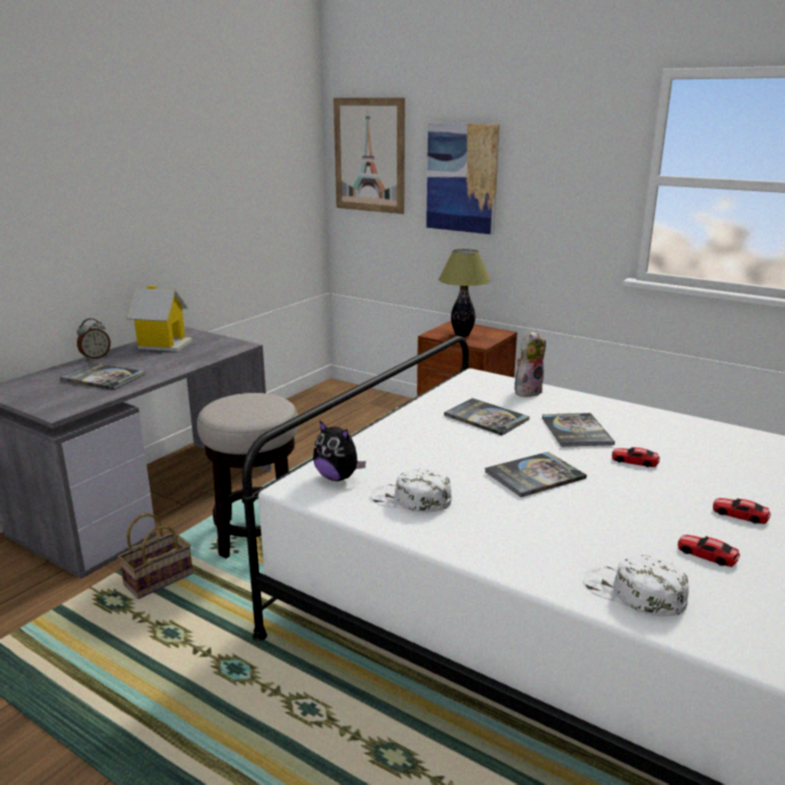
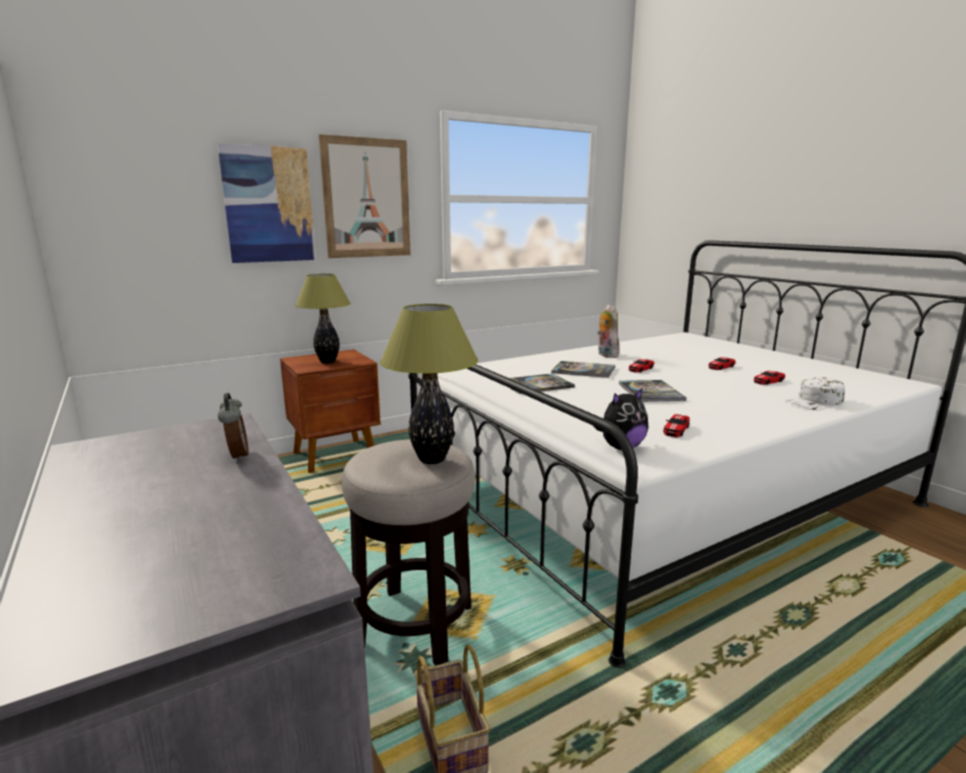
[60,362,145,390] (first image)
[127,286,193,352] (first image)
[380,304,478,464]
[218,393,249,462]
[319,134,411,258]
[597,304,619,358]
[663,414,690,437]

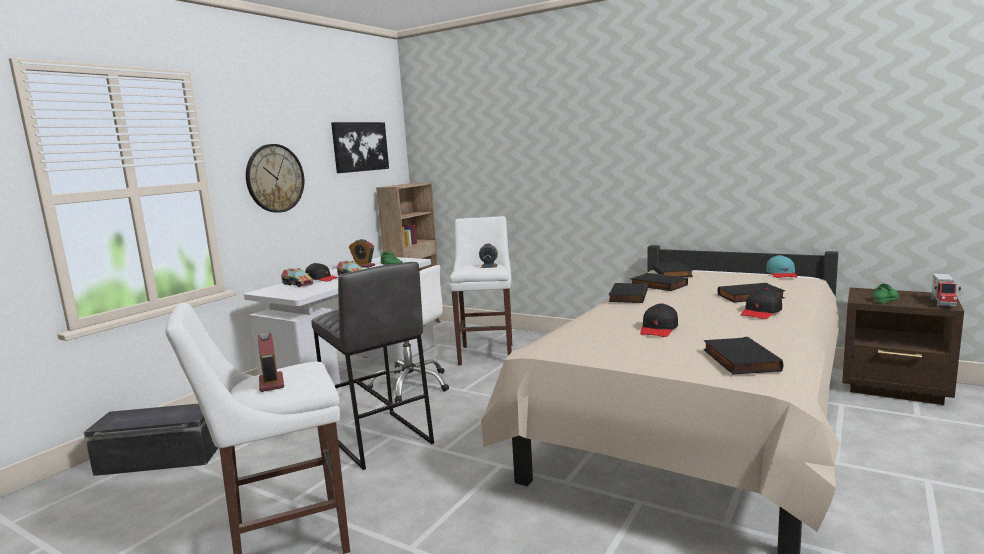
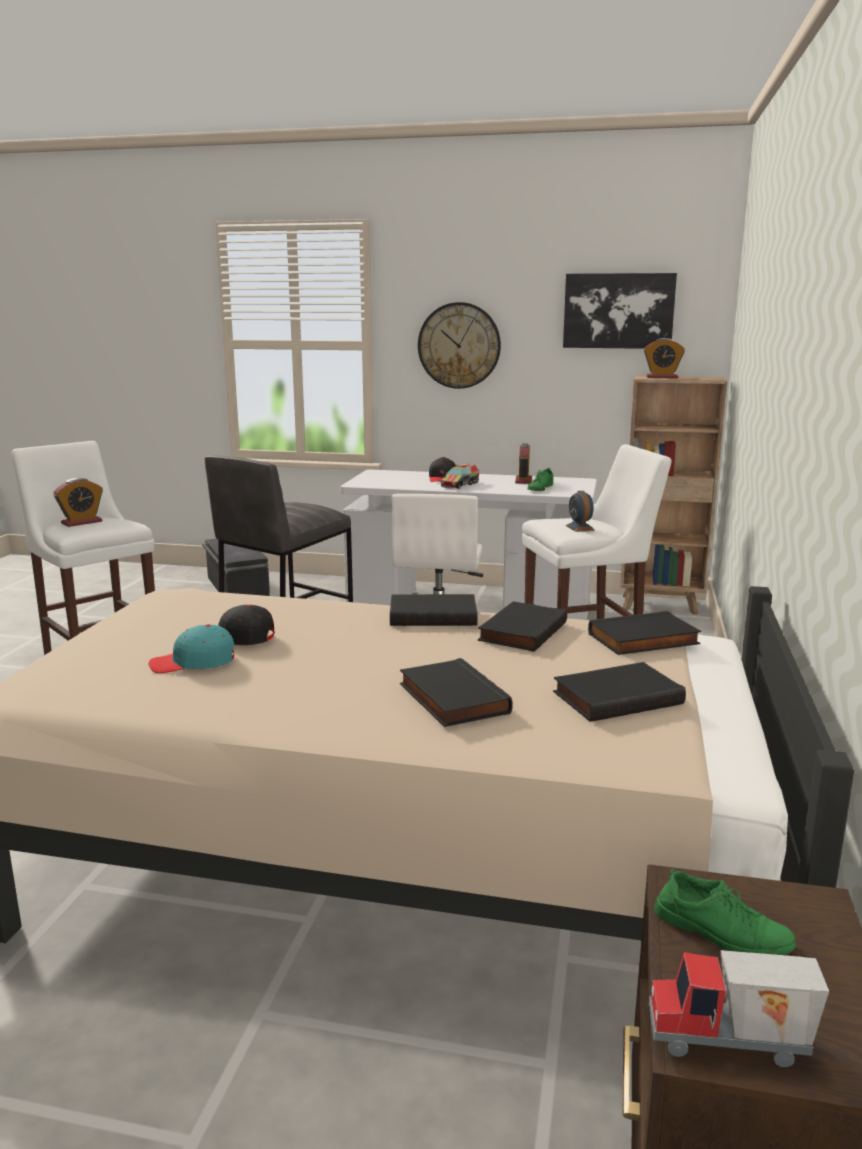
[281,268,314,287] (first image)
[741,288,782,319] (first image)
[644,338,685,378]
[553,662,686,722]
[149,624,234,673]

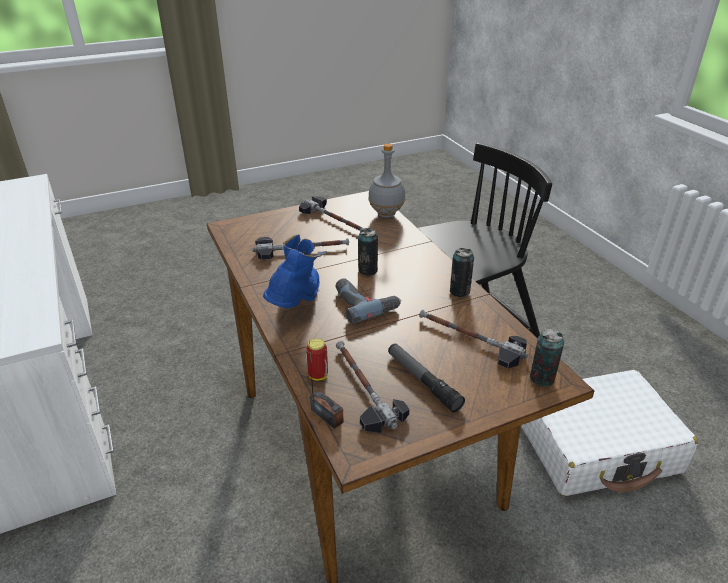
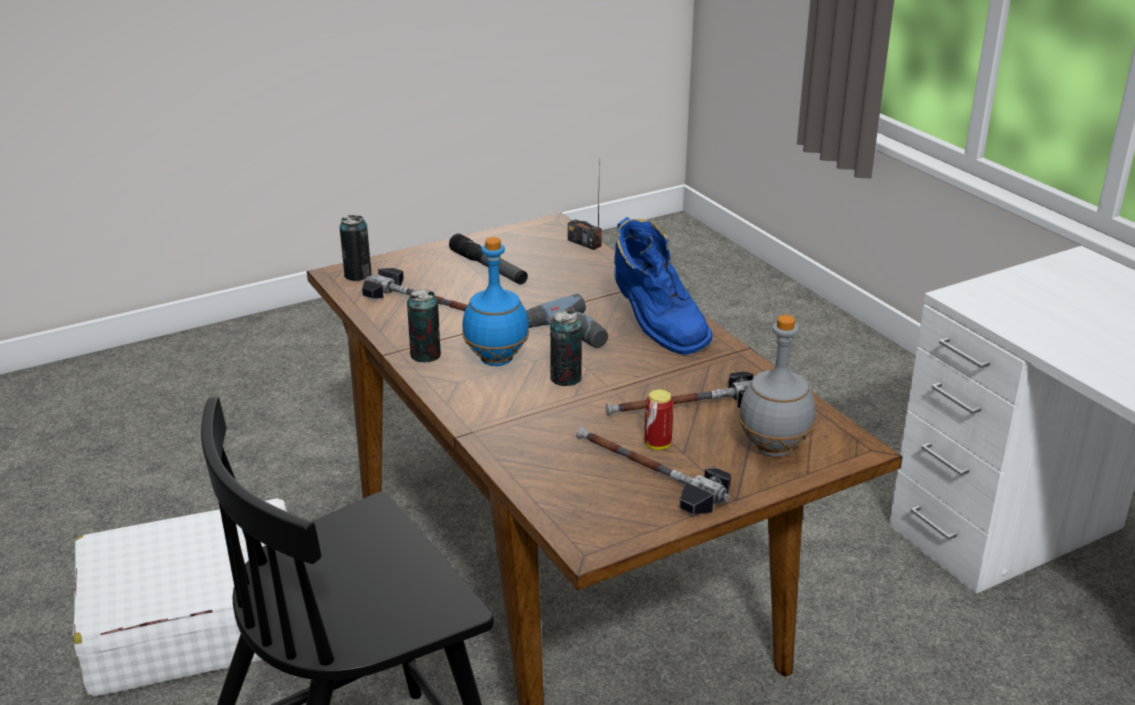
[336,341,410,433] (first image)
[462,237,529,366]
[644,390,674,450]
[739,315,815,456]
[614,217,712,355]

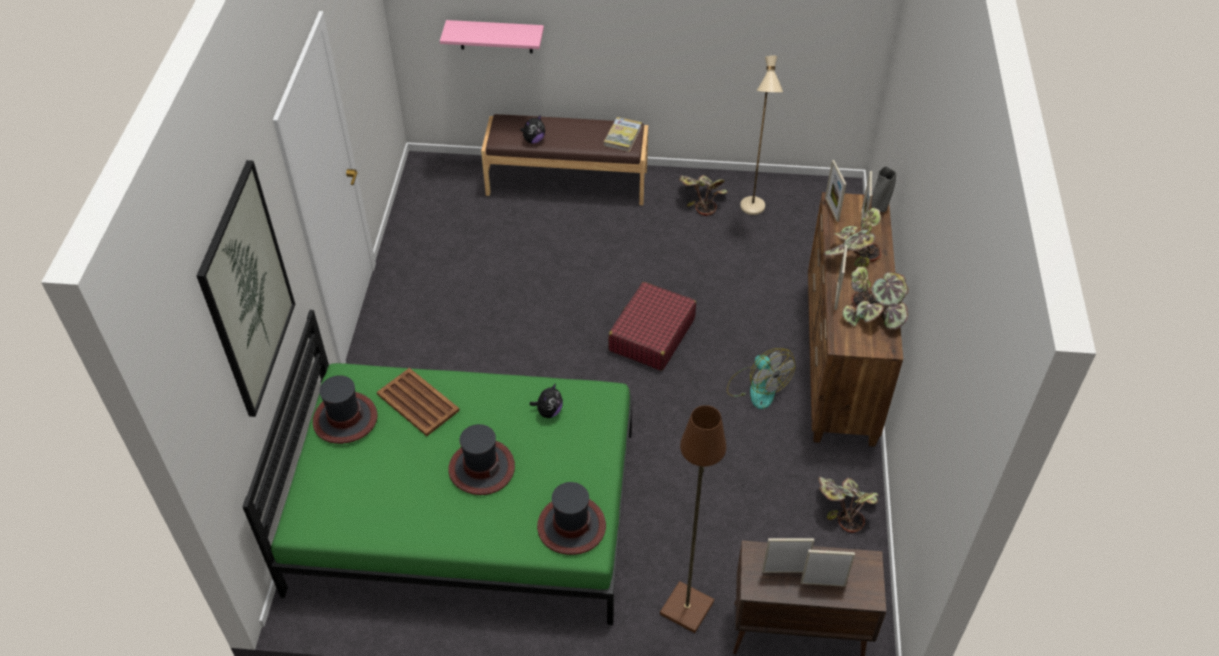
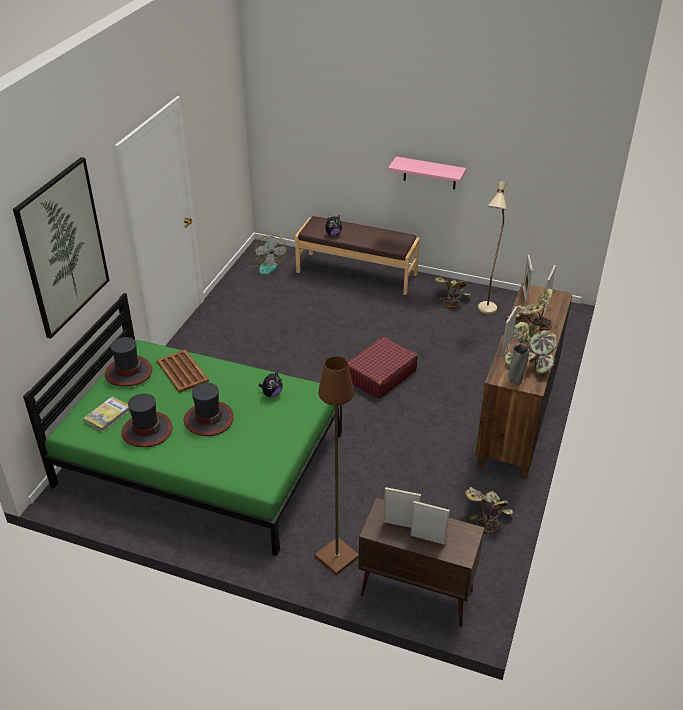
[388,157,466,189]
[121,393,172,447]
[84,396,130,432]
[248,234,287,275]
[508,344,529,384]

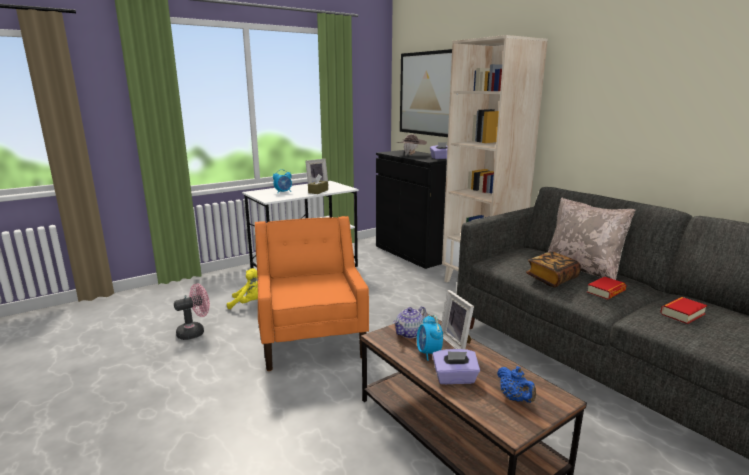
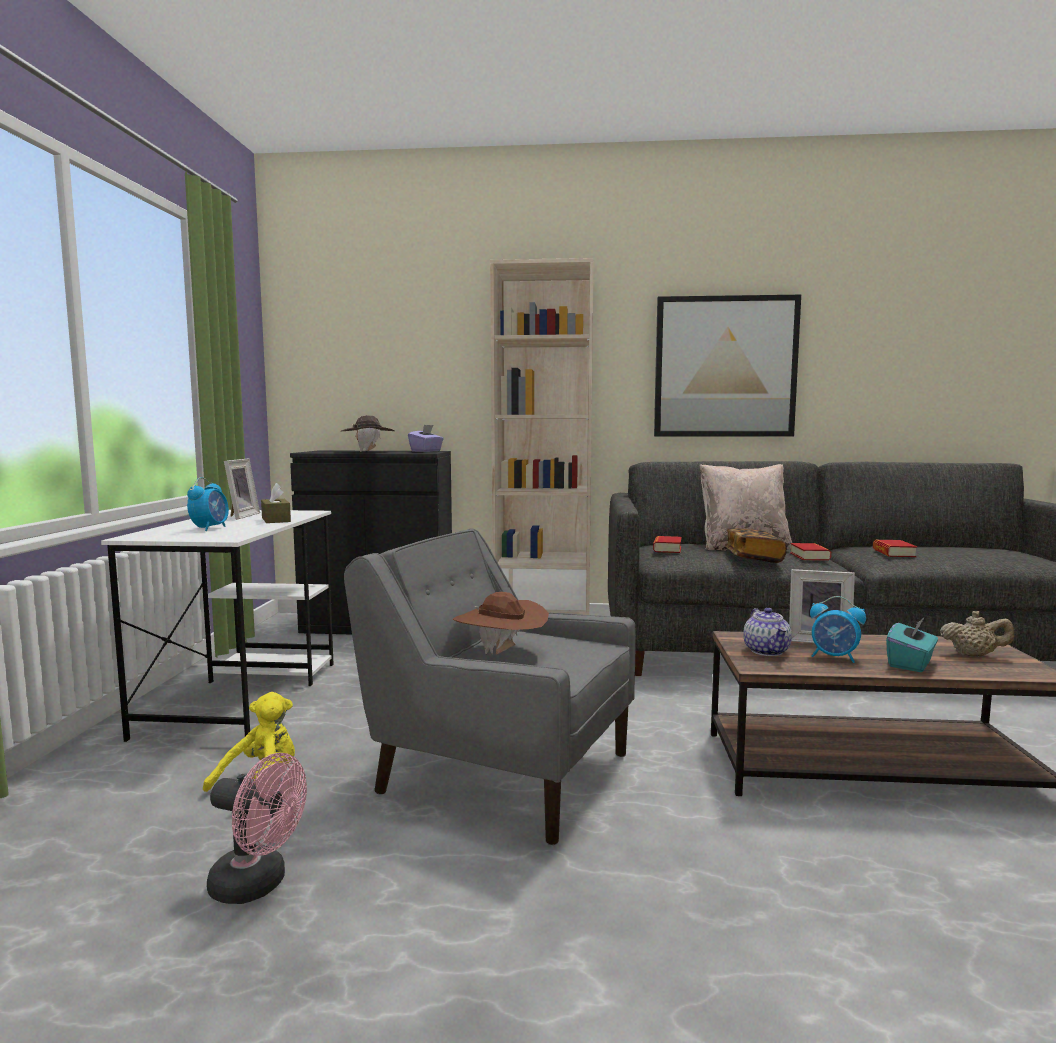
[453,592,549,654]
[653,536,682,553]
[654,295,801,437]
[344,528,636,845]
[886,617,938,672]
[940,611,1014,657]
[207,753,307,904]

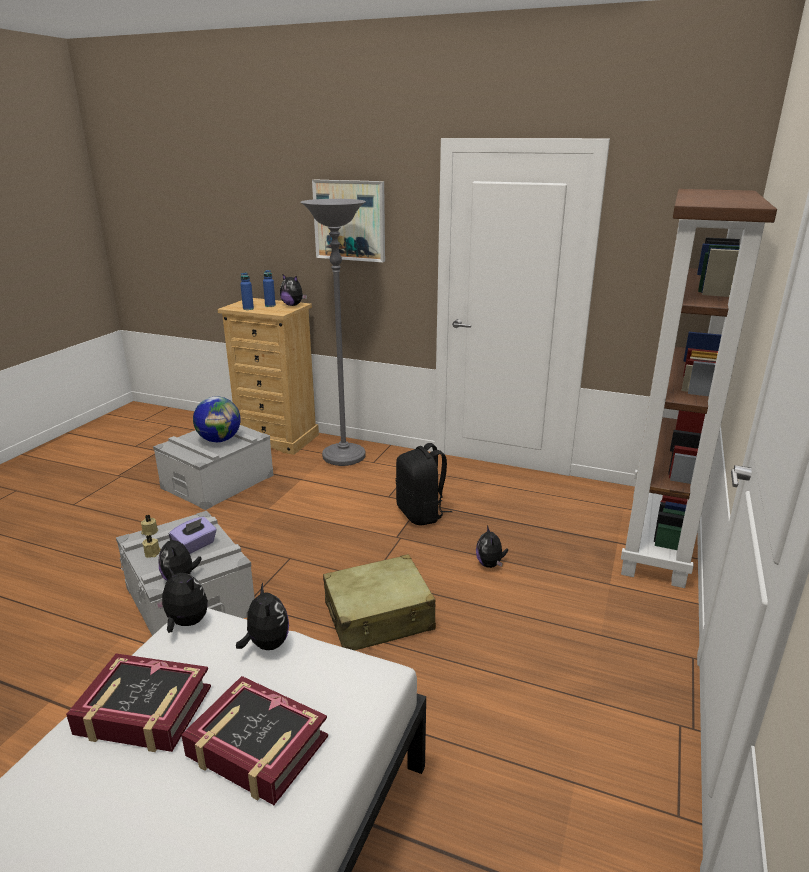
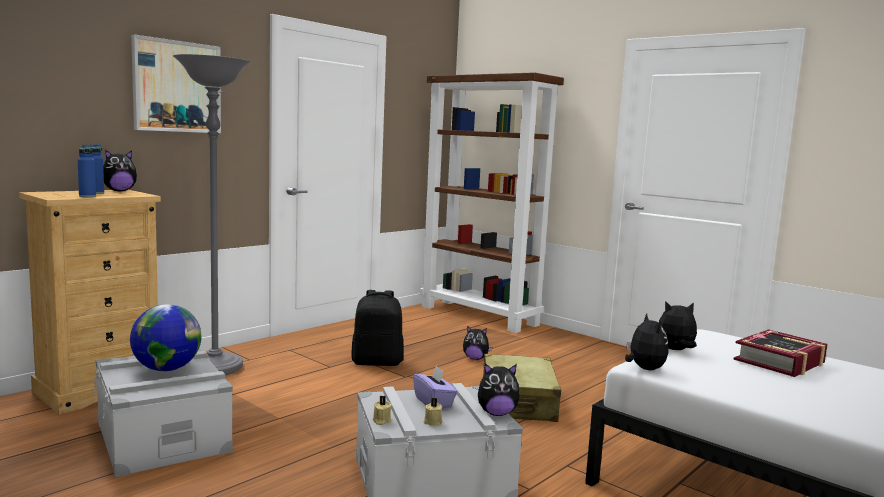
[66,654,211,752] (first image)
[625,313,669,370]

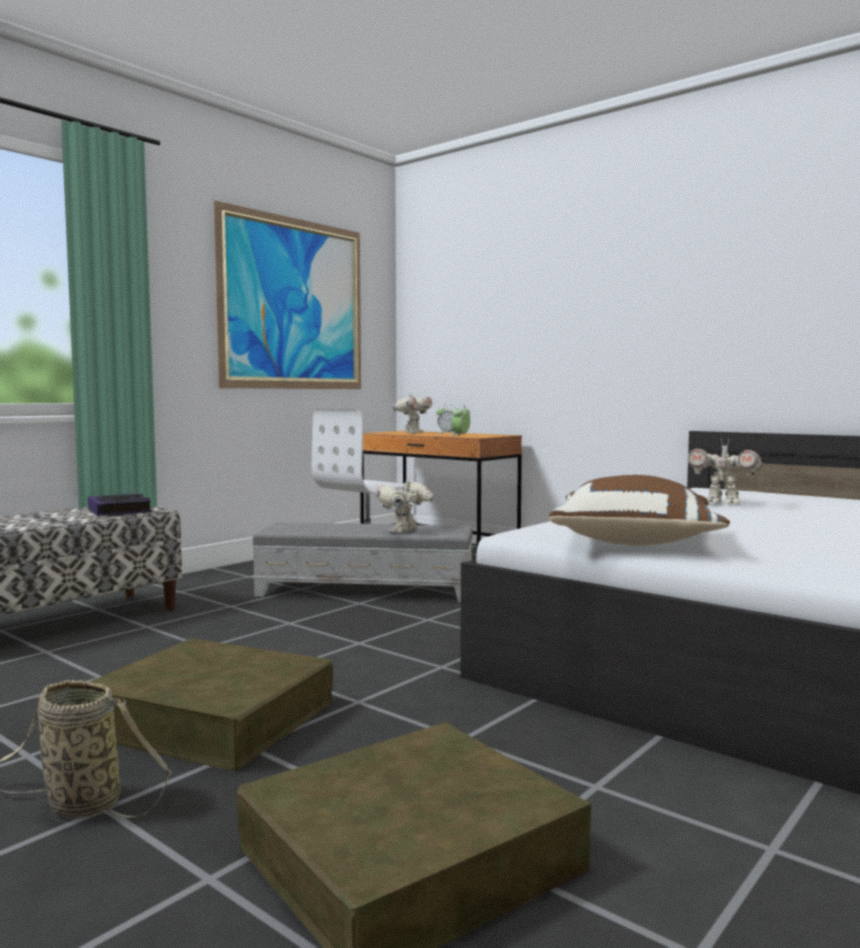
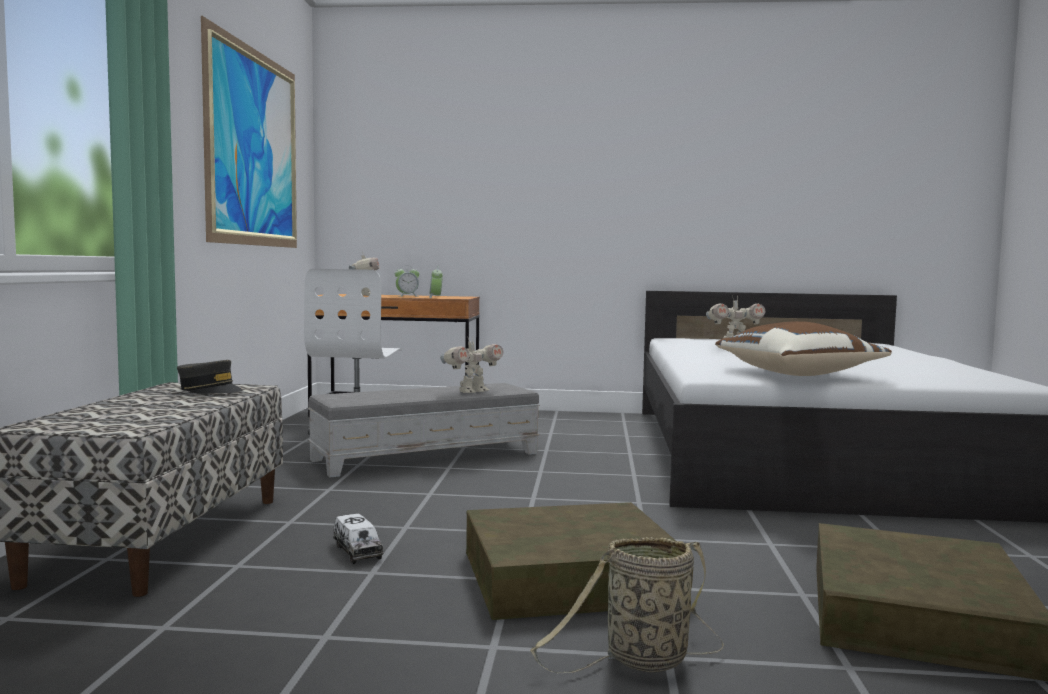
[333,514,384,564]
[177,360,243,394]
[440,336,504,393]

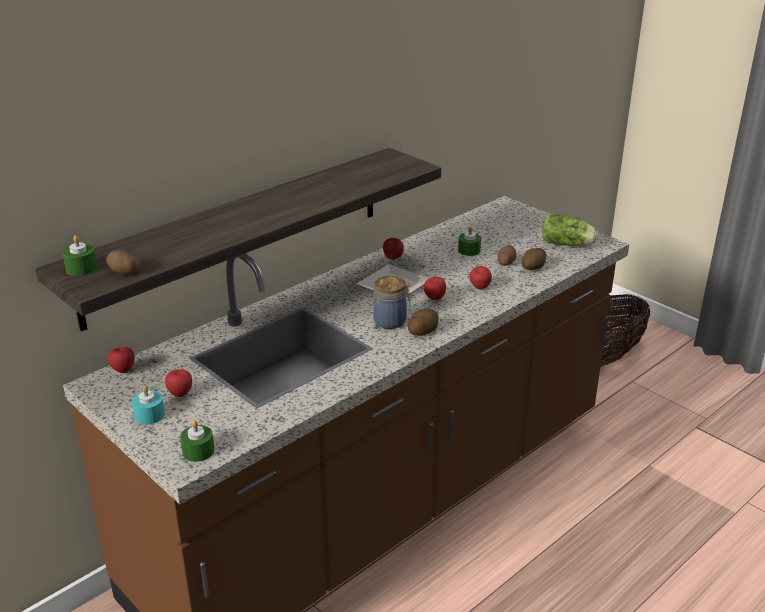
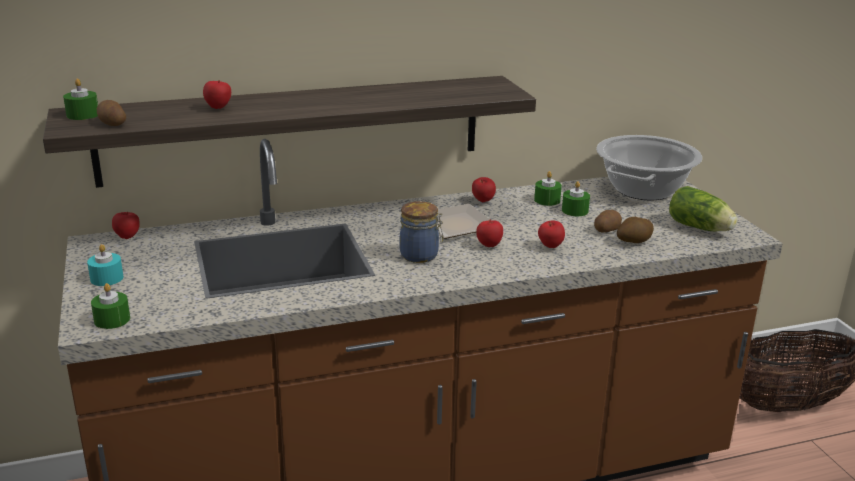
[408,309,439,336] (first image)
[534,171,562,206]
[596,135,702,201]
[203,80,231,109]

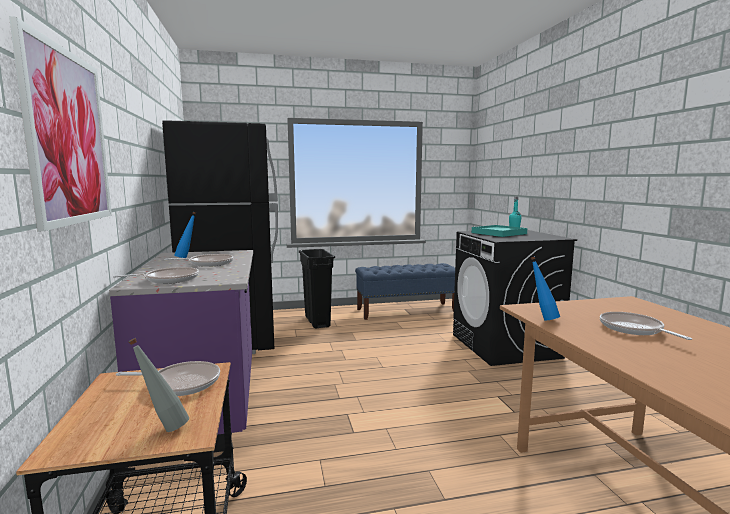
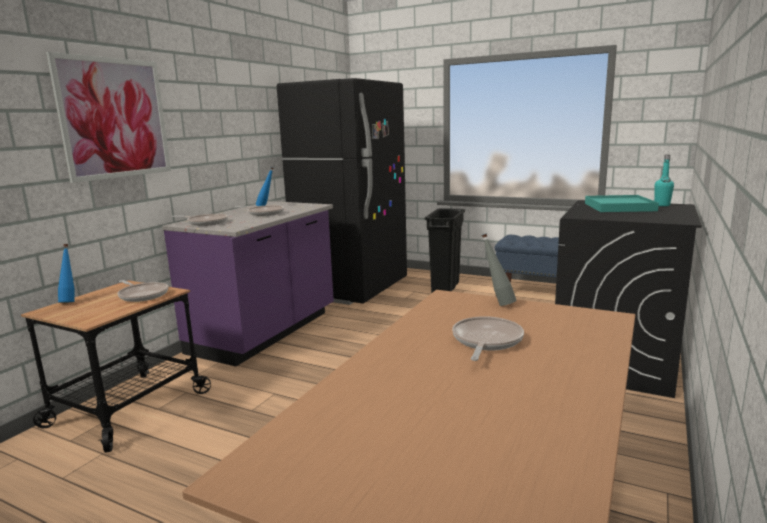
[482,233,517,306]
[58,244,75,303]

